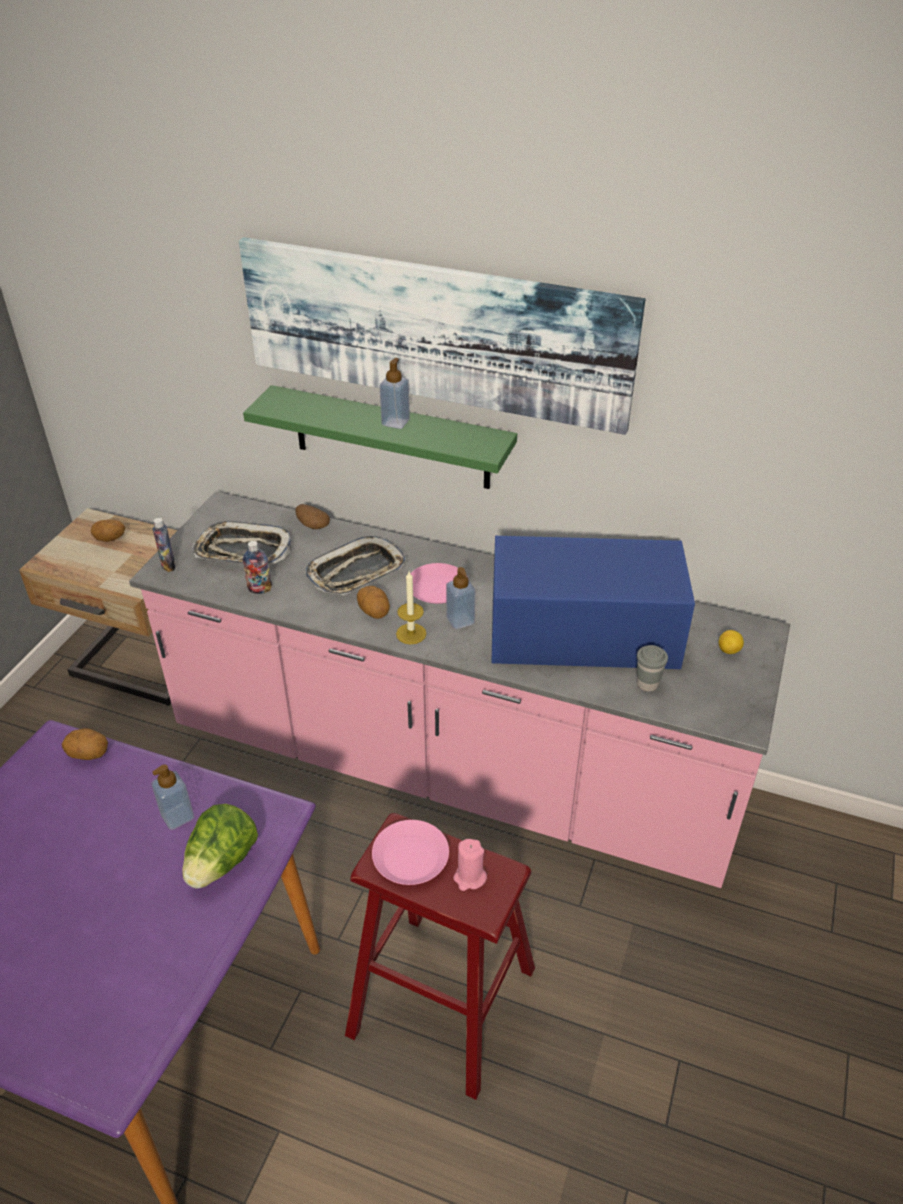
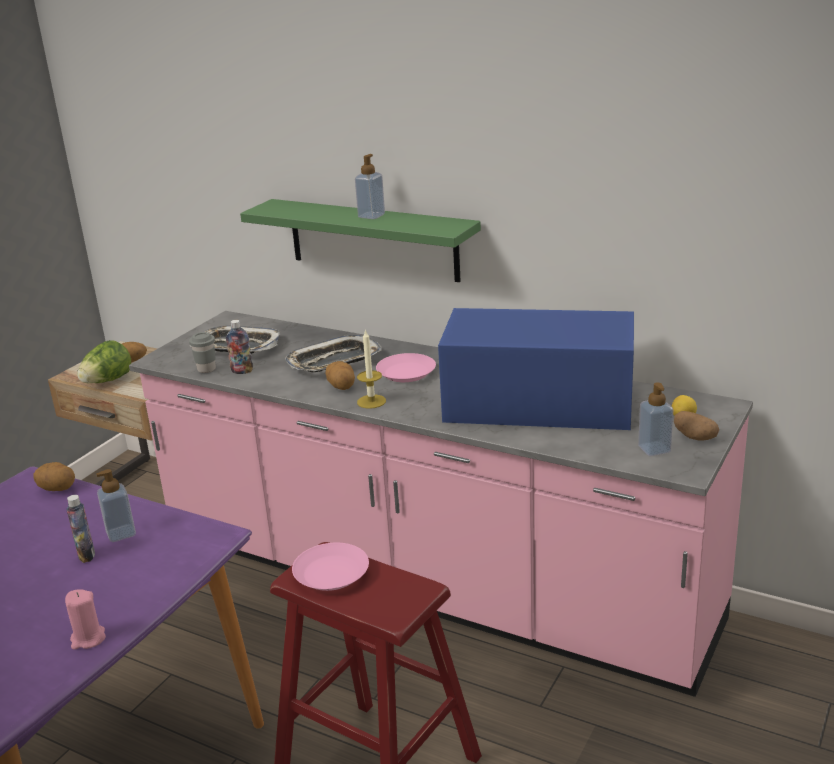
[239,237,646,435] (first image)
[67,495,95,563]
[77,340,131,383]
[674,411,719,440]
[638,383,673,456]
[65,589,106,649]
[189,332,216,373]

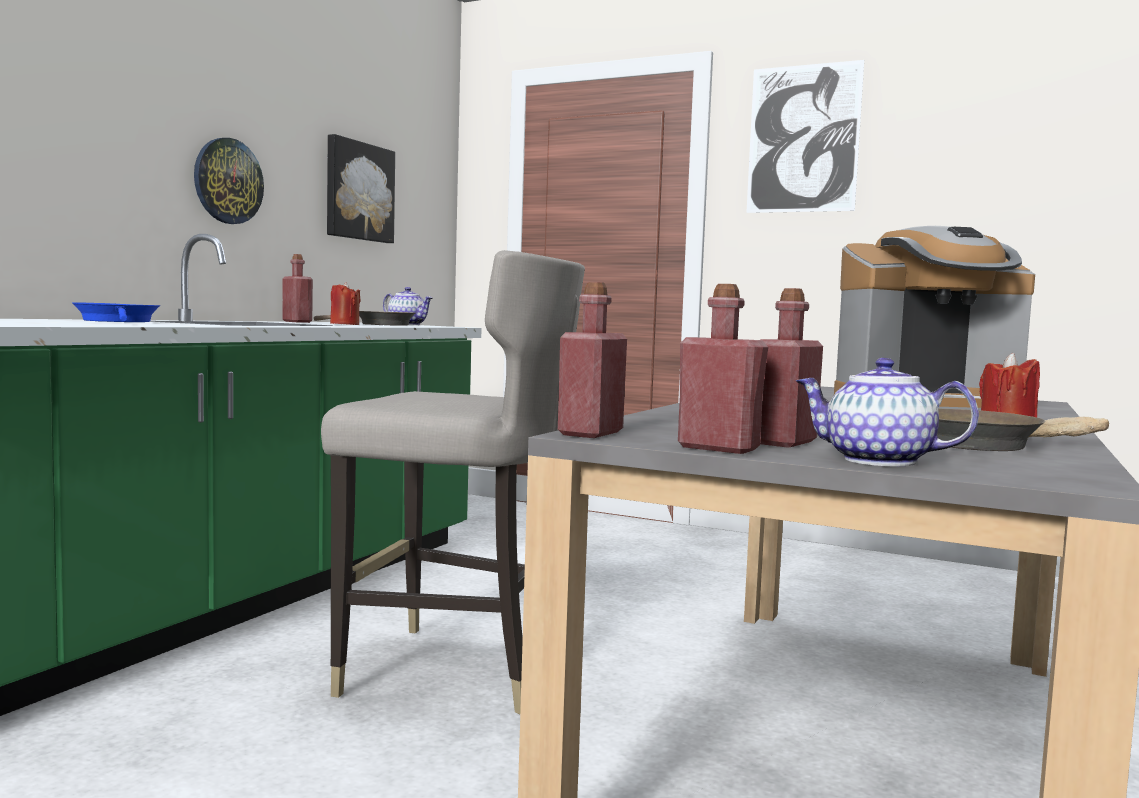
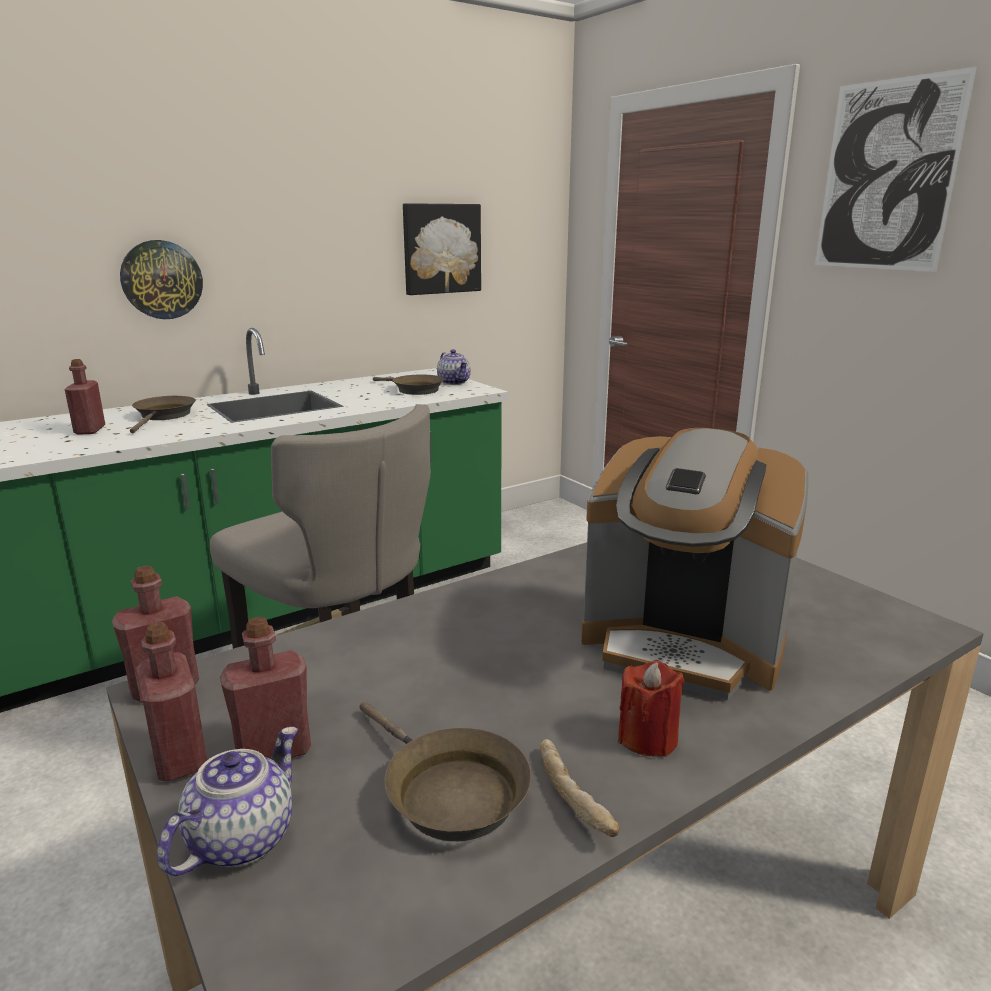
[330,282,361,325] (first image)
[120,240,203,319]
[65,359,105,435]
[130,396,196,433]
[157,727,298,876]

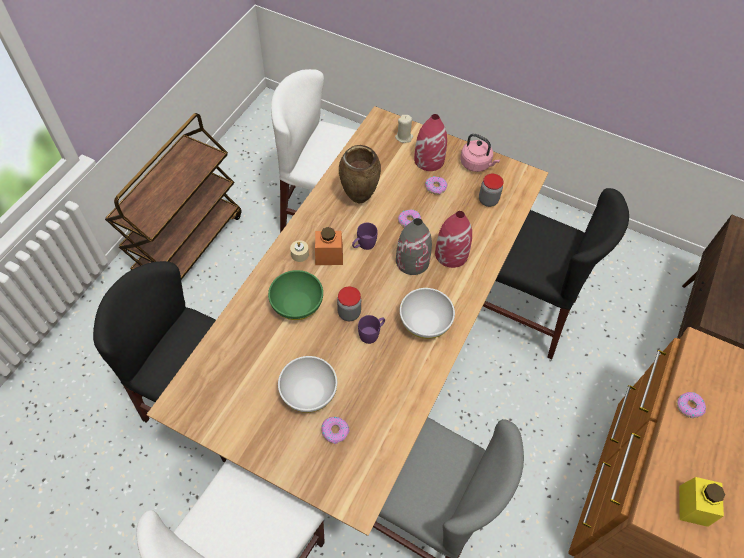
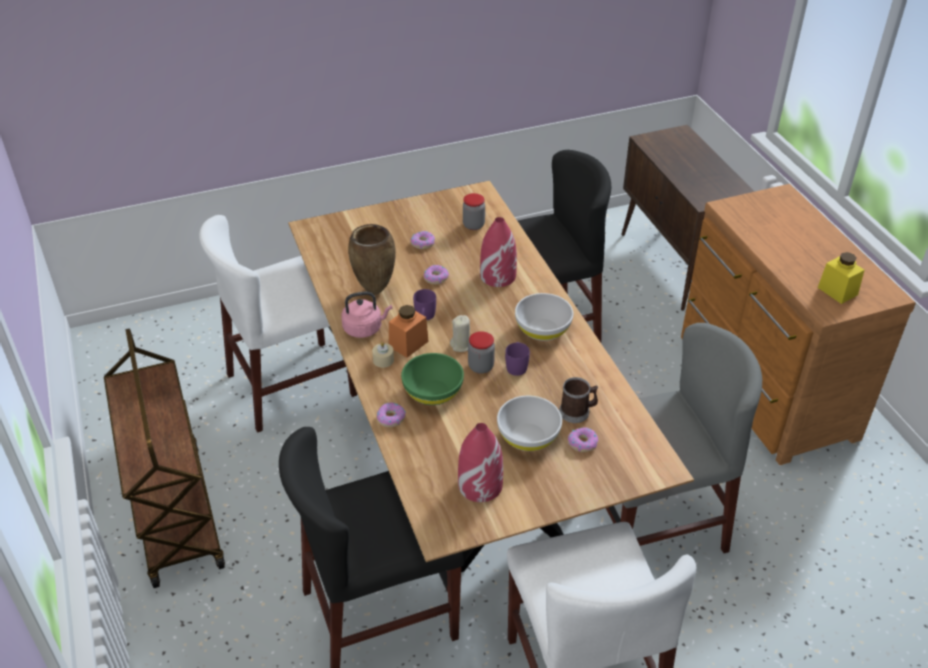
[396,218,432,275] (first image)
[559,377,598,423]
[450,315,470,352]
[458,423,503,502]
[341,291,392,338]
[377,403,406,427]

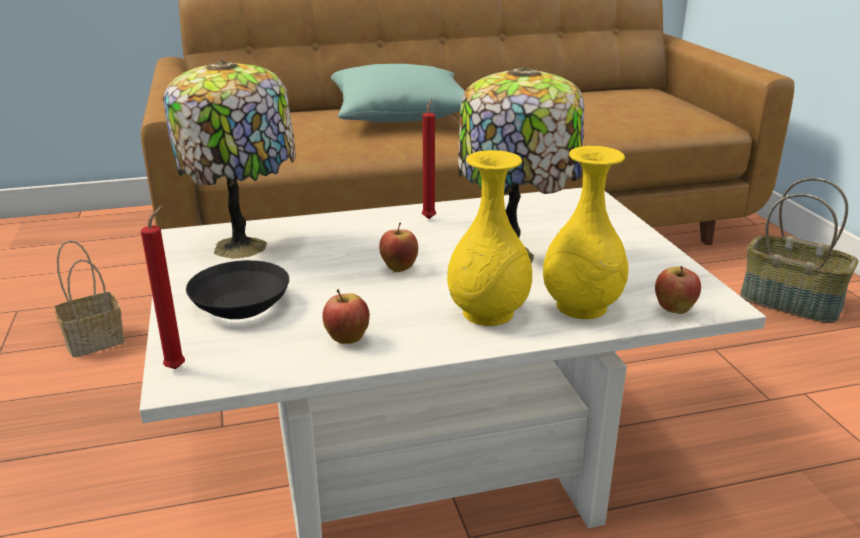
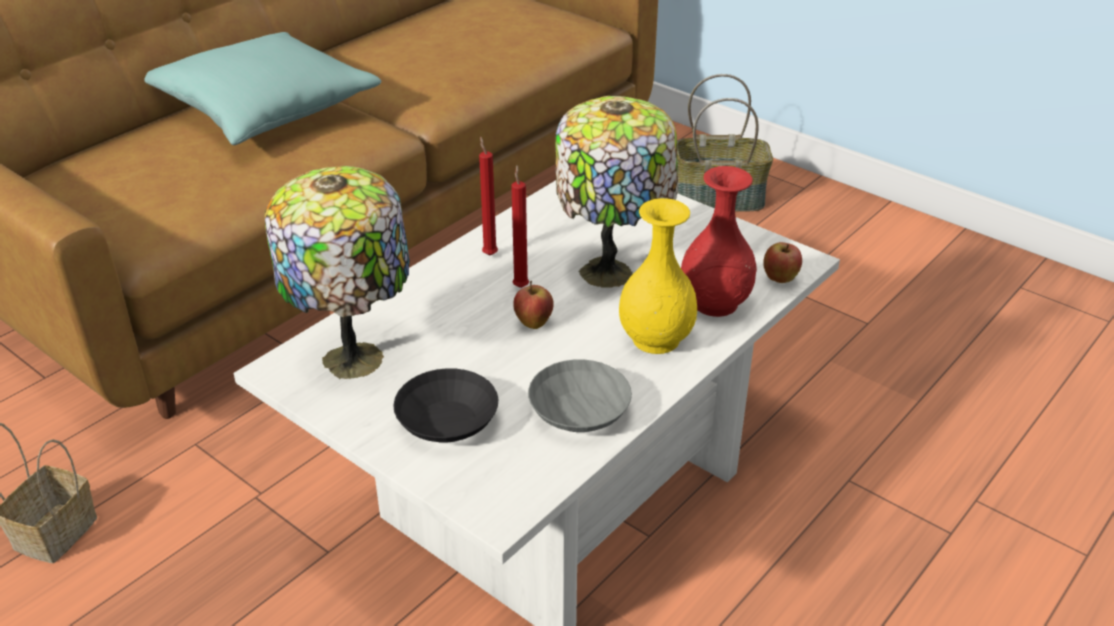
[511,165,529,288]
[528,359,632,432]
[681,166,757,317]

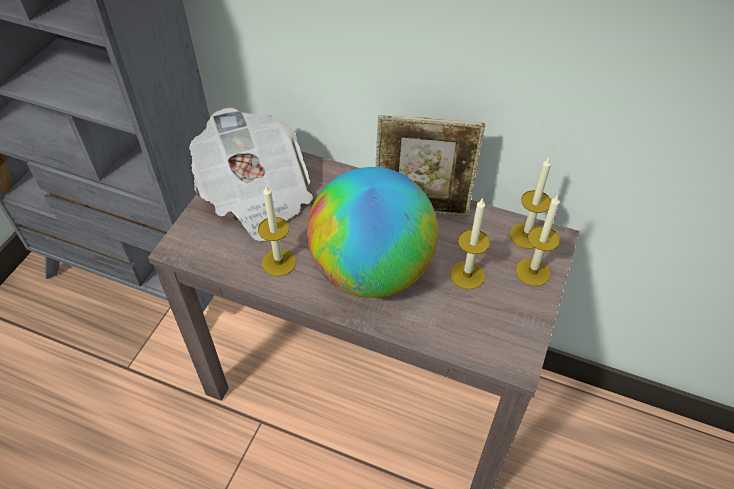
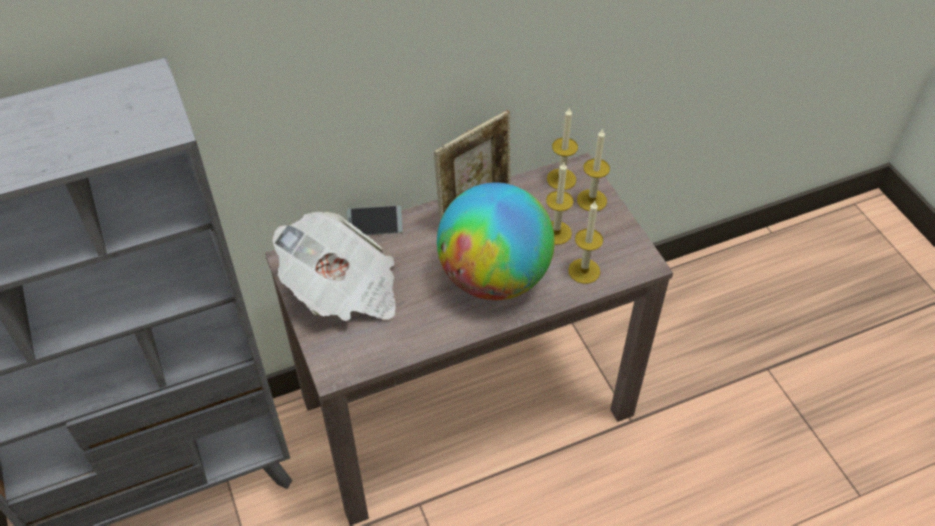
[347,206,403,235]
[568,201,603,284]

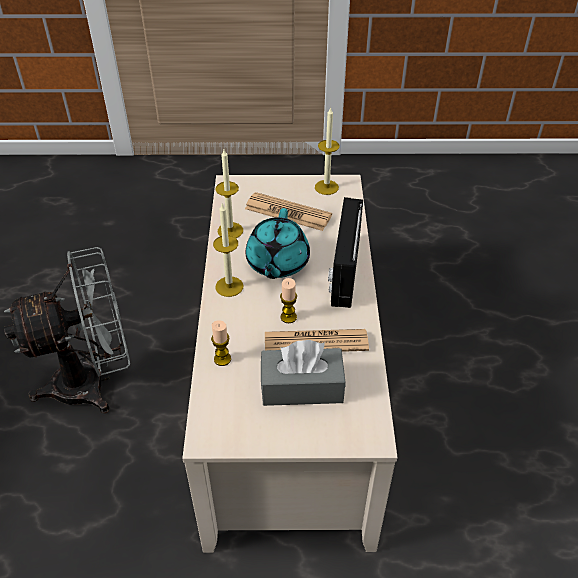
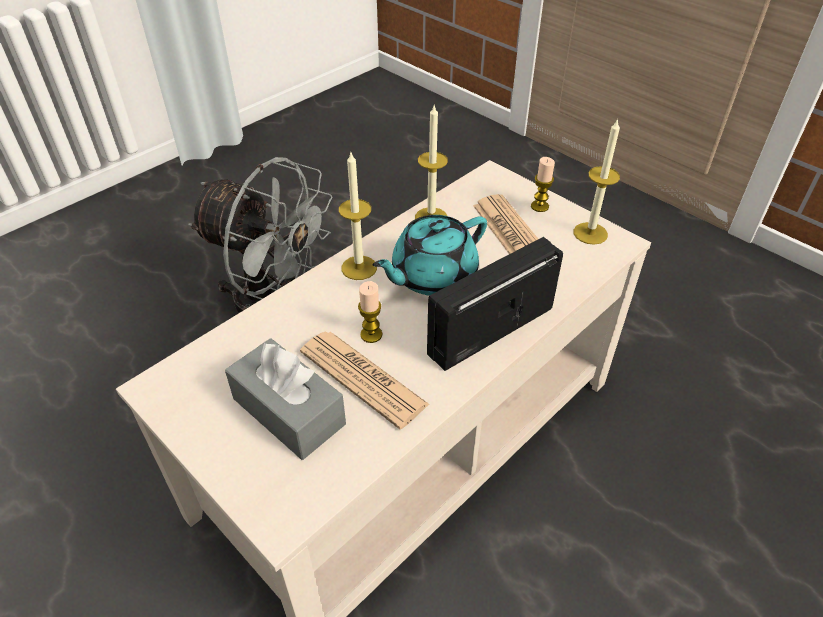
[531,157,555,212]

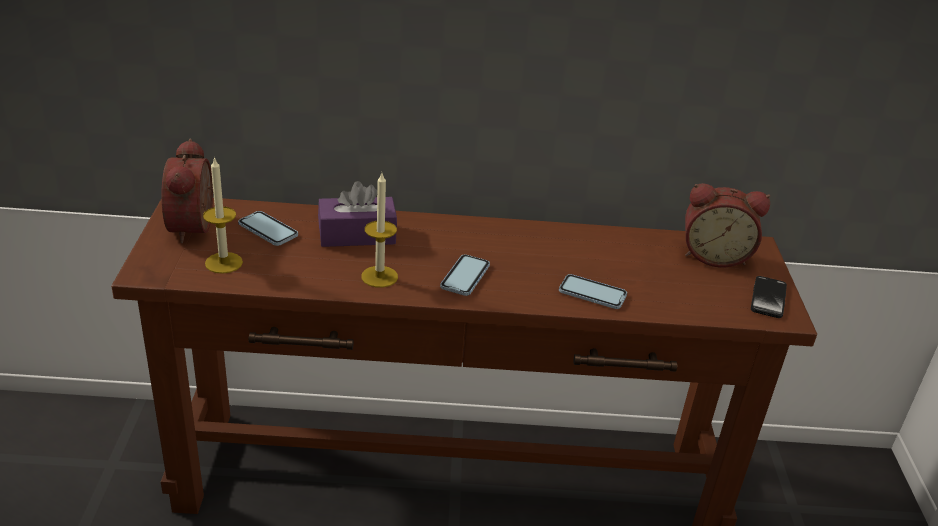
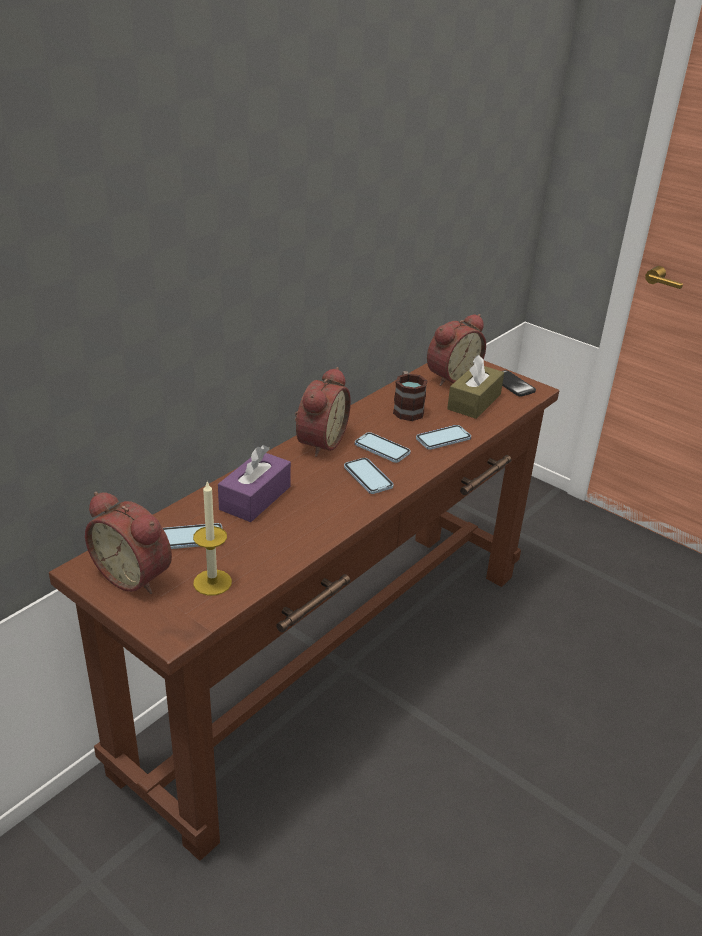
[361,173,398,288] (first image)
[295,367,351,457]
[355,432,411,463]
[393,371,428,421]
[447,355,504,419]

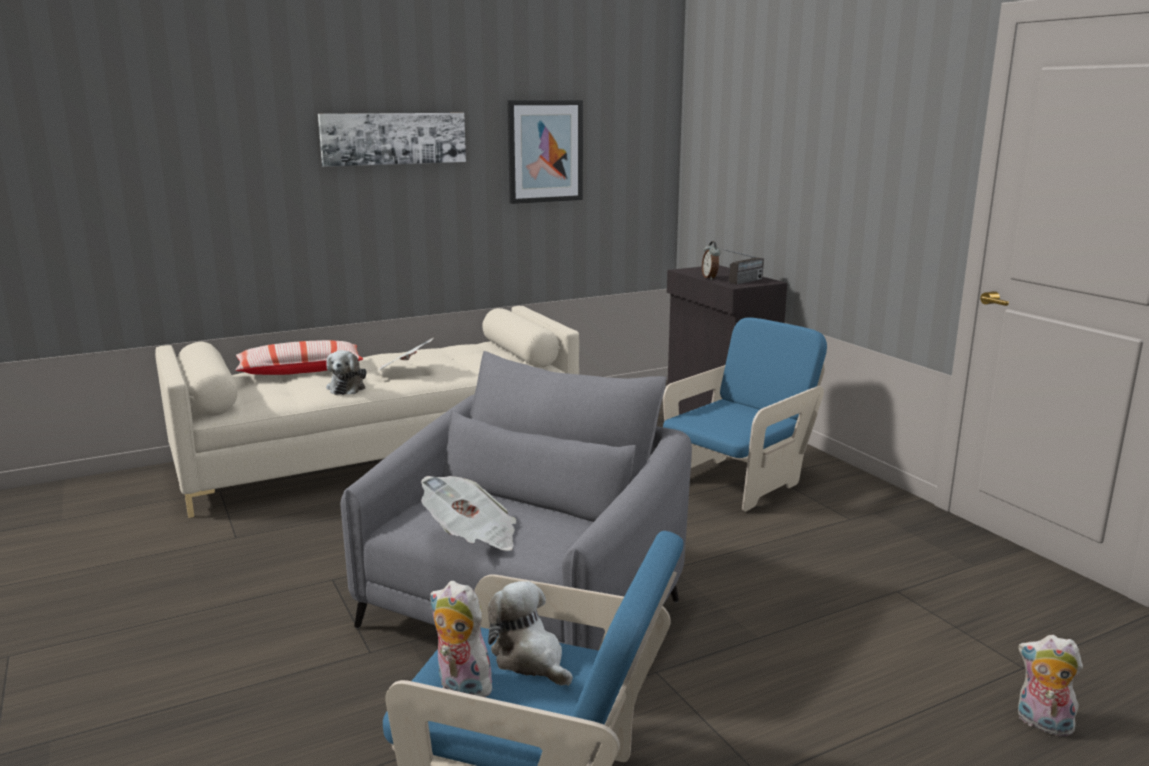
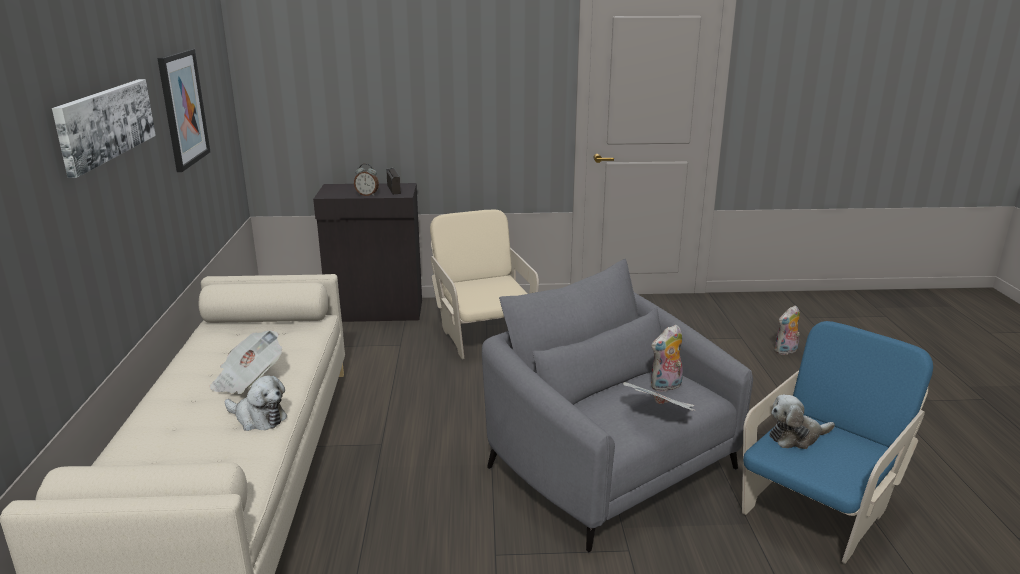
[235,340,363,375] (first image)
[651,325,683,392]
[430,209,539,360]

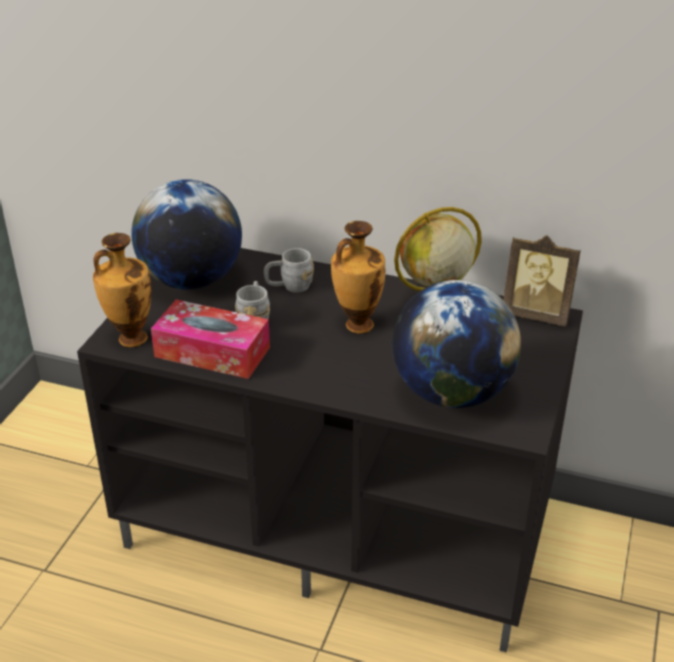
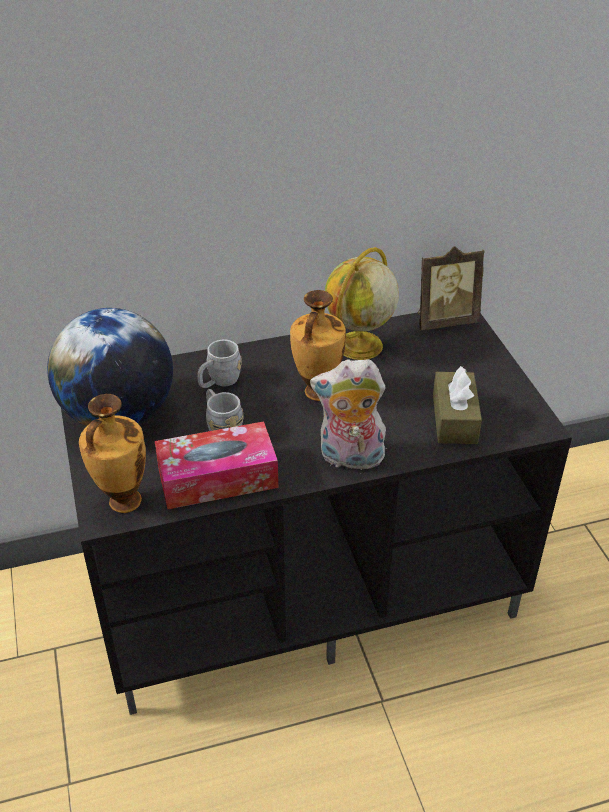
[310,359,387,474]
[433,366,482,444]

